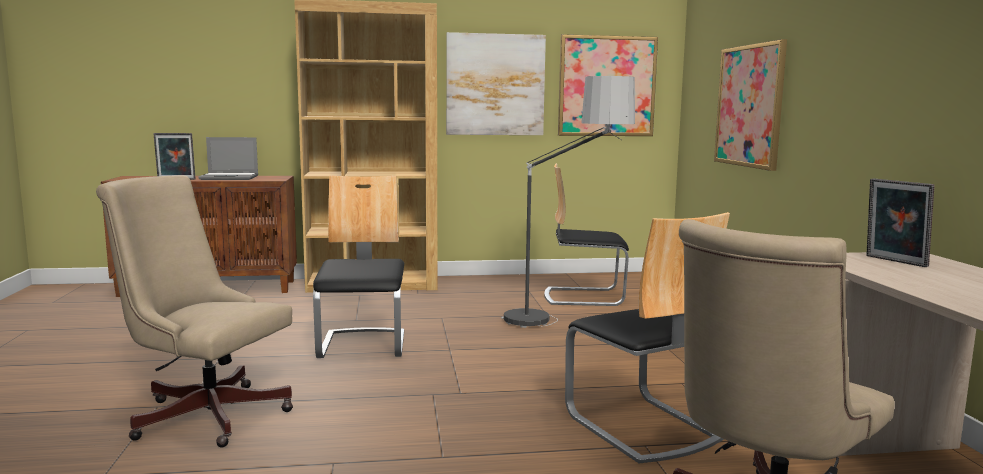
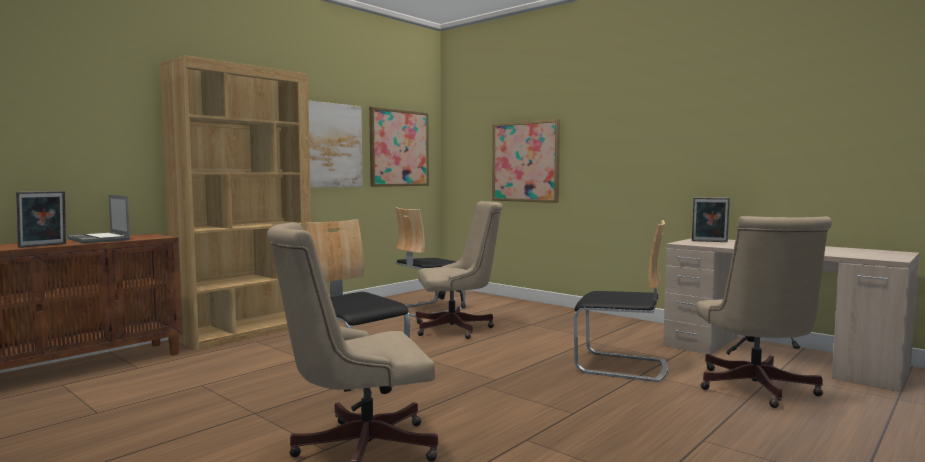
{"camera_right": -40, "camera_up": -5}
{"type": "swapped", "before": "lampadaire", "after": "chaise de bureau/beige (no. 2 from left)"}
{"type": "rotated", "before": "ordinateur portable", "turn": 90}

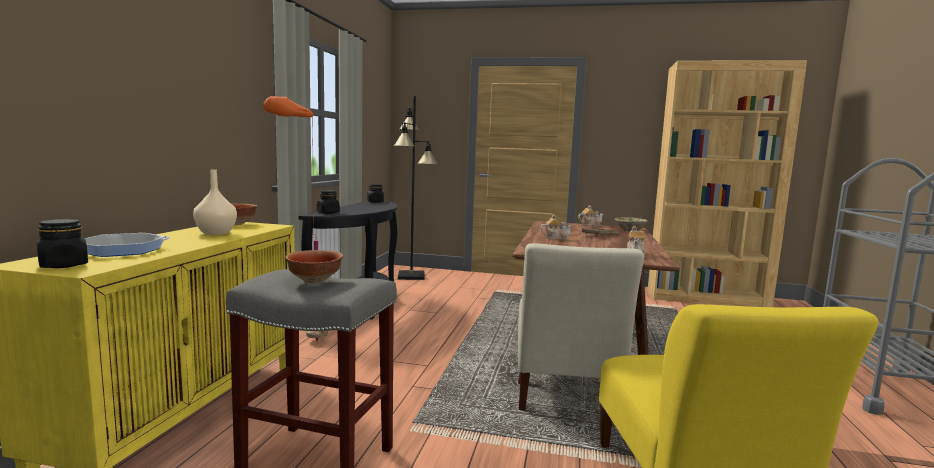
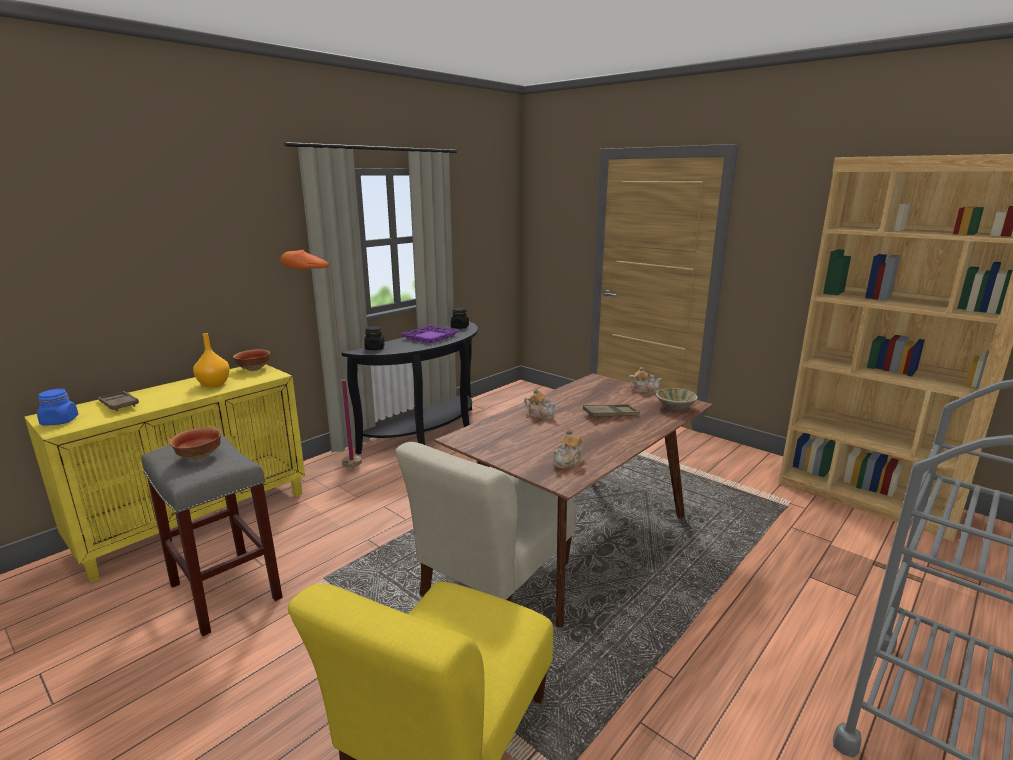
{"camera_right": 30, "camera_up": 10}
{"type": "gone", "before": "lampadaire/noir"}
{"type": "new", "after": "plateau/violet"}
{"type": "swapped", "before": "poêle", "after": "plateau/marron (no. 1 from left)"}
{"type": "repainted", "before": "bocal/noir (no. 1 from left)", "after": "bocal/bleu"}
{"type": "repainted", "before": "vase/beige", "after": "vase/orange"}

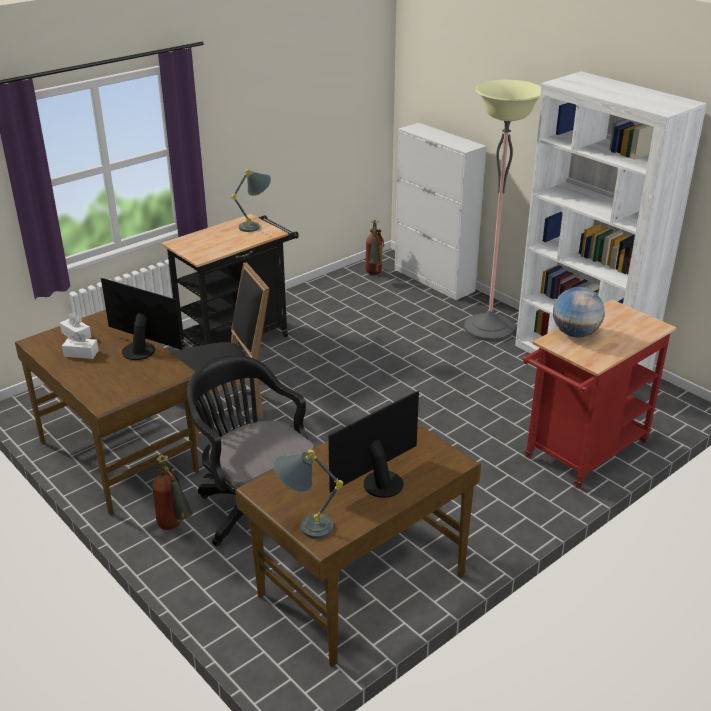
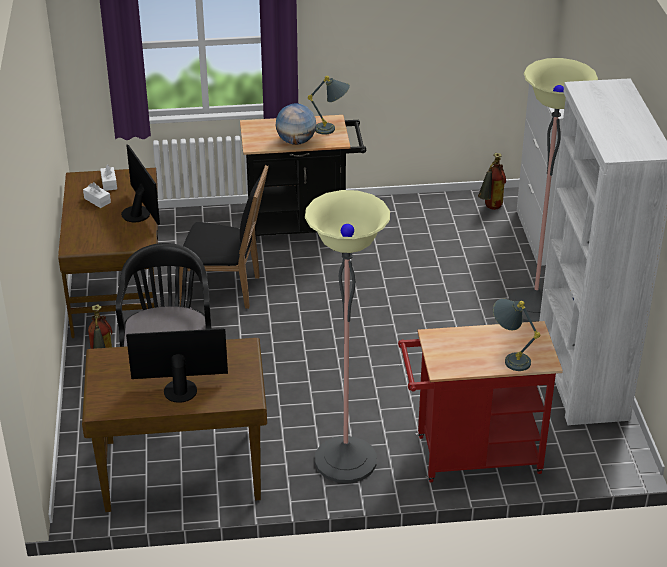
{"camera_right": 35, "camera_up": 5}
{"type": "new", "after": "lampadaire (no. 1 from left)"}
{"type": "shifted", "before": "lampe de table/gris (no. 2 from left)"}
{"type": "shifted", "before": "globe"}

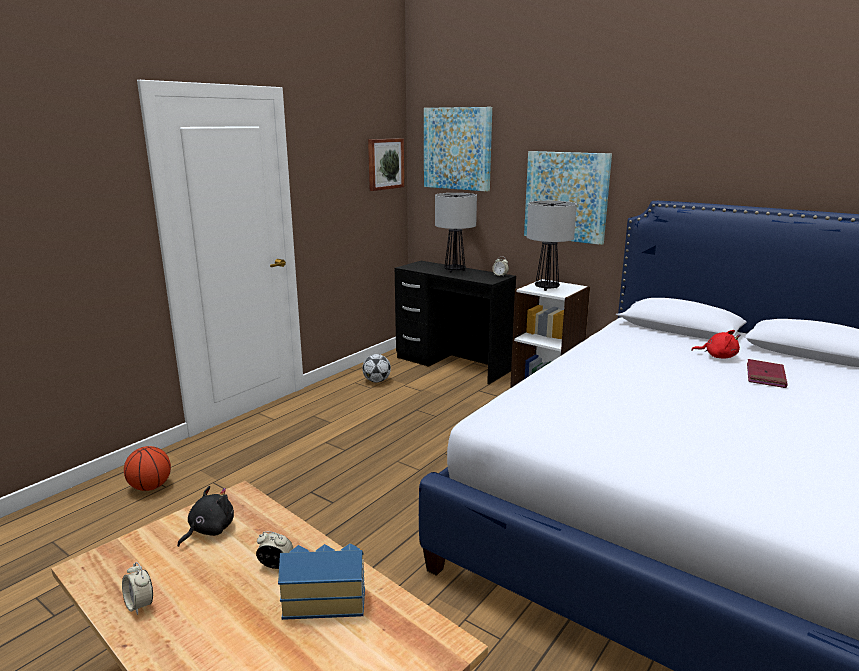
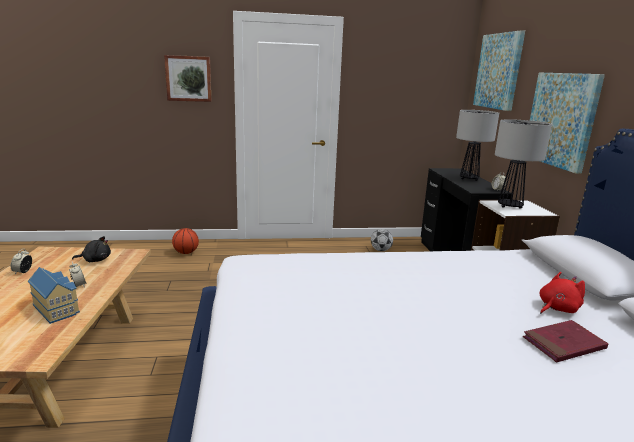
{"camera_right": 45, "camera_up": 0}
{"type": "shifted", "before": "tableau (no. 1 from left)"}
{"type": "rotated", "before": "peluche/rouge", "turn": -105}

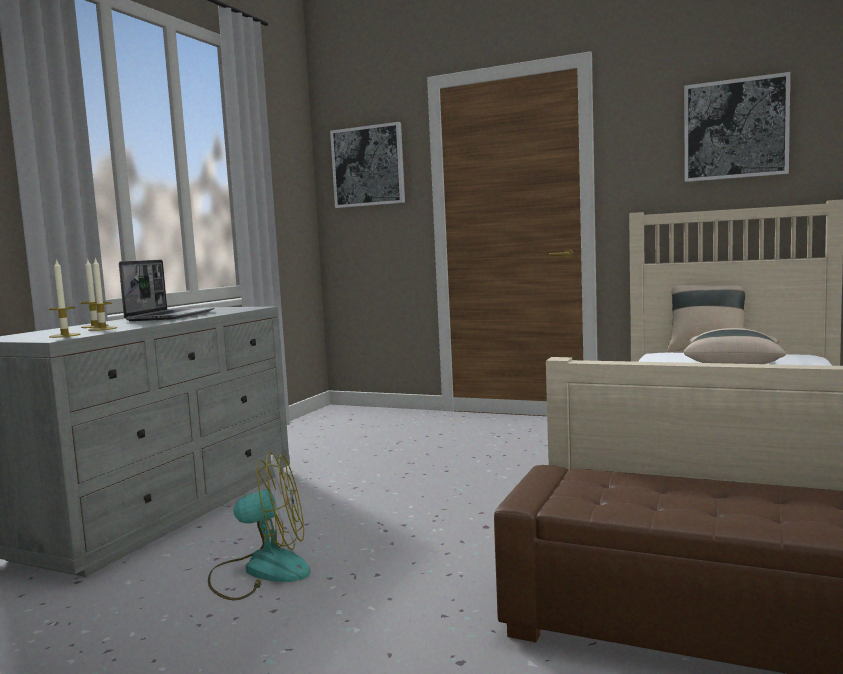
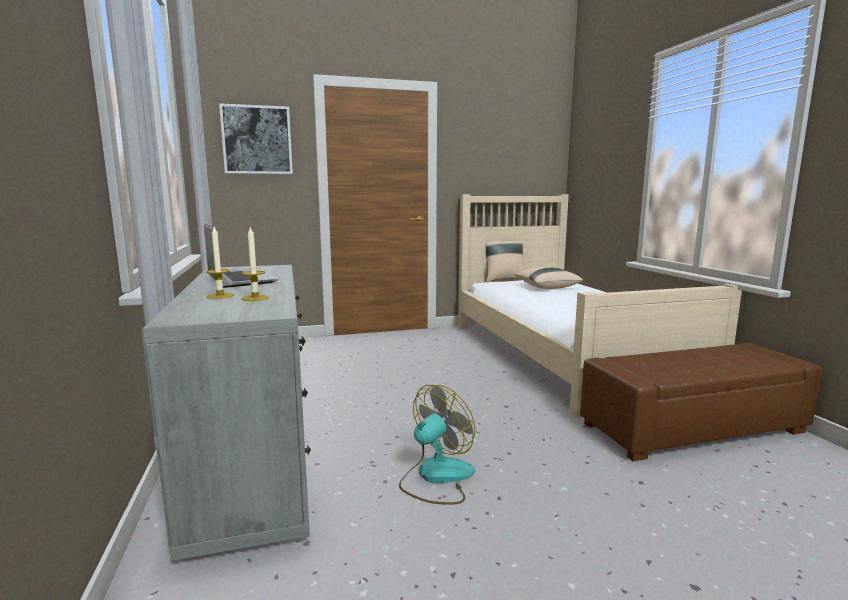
{"camera_right": -40, "camera_up": 5}
{"type": "gone", "before": "bougie (no. 1 from left)"}
{"type": "gone", "before": "tableau (no. 2 from left)"}

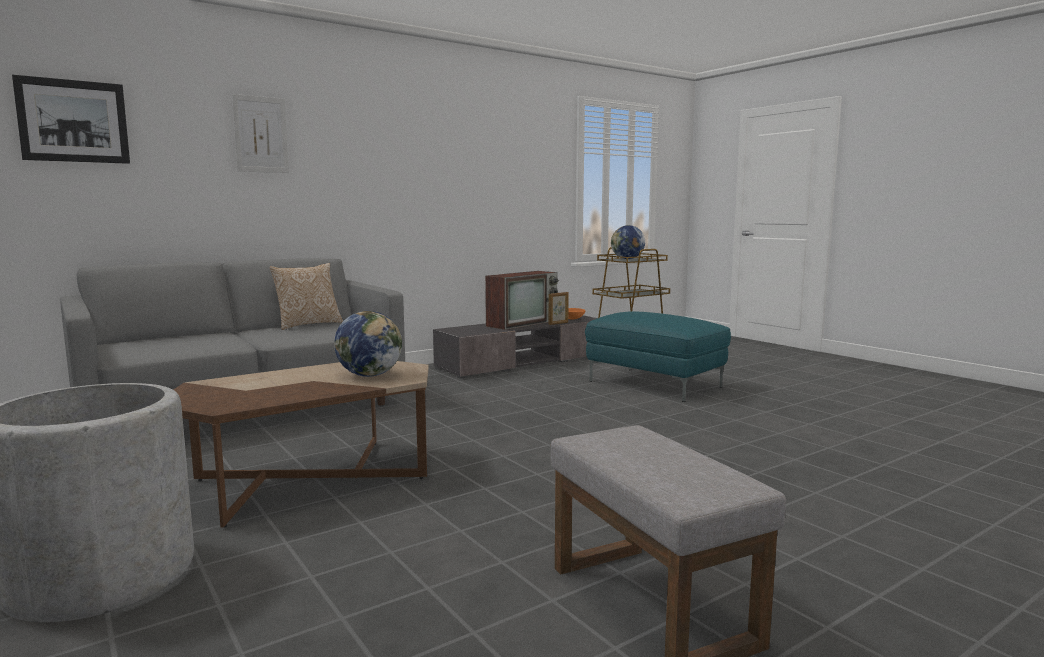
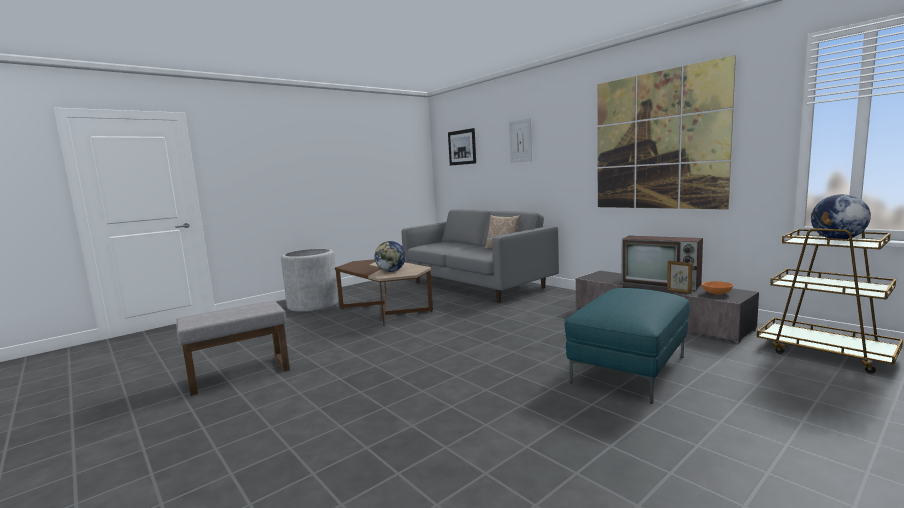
{"camera_right": 85, "camera_up": 0}
{"type": "new", "after": "tableau (no. 3 from left)"}

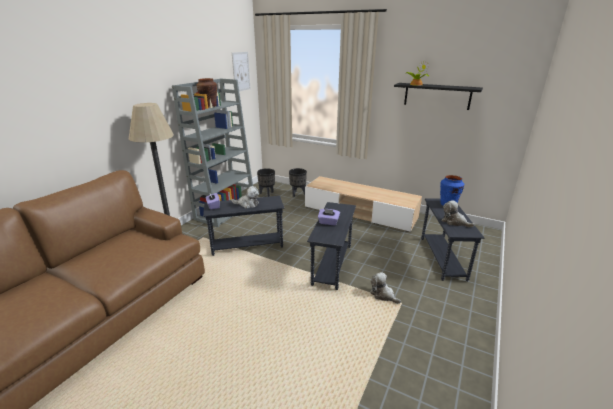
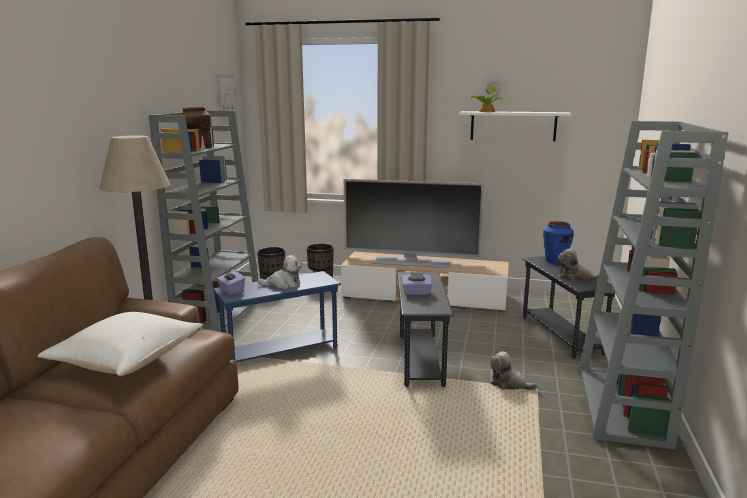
{"camera_right": -15, "camera_up": -10}
{"type": "new", "after": "coussin/blanc"}
{"type": "new", "after": "téléviseur"}
{"type": "new", "after": "bibliothèque/gris (no. 2 from left)"}
{"type": "repainted", "before": "table d'appoint/gris (no. 1 from left)", "after": "table d'appoint/bleu"}
{"type": "repainted", "before": "étagère/noir", "after": "étagère/blanc"}

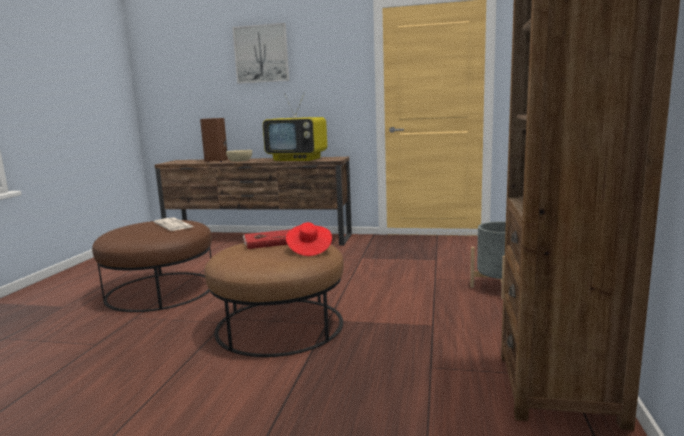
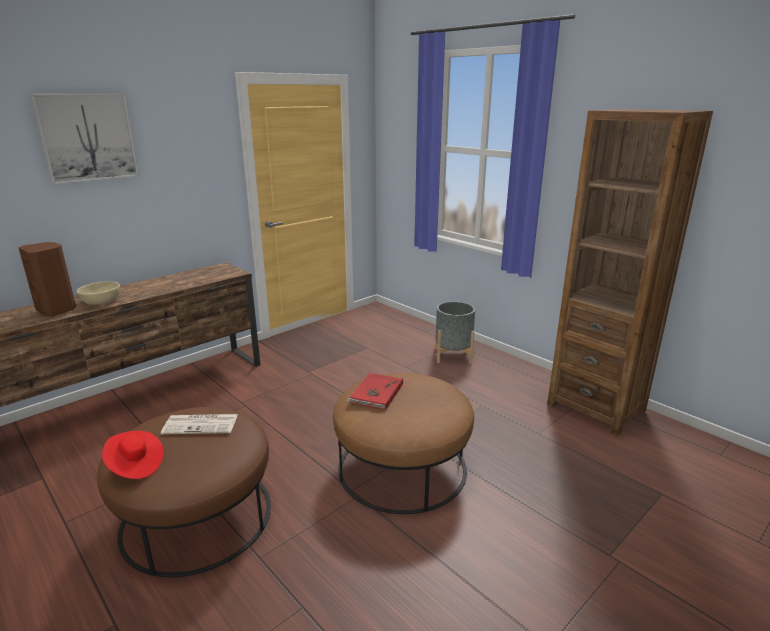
{"camera_right": -55, "camera_up": 10}
{"type": "gone", "before": "téléviseur"}
{"type": "shifted", "before": "chapeau/rouge"}

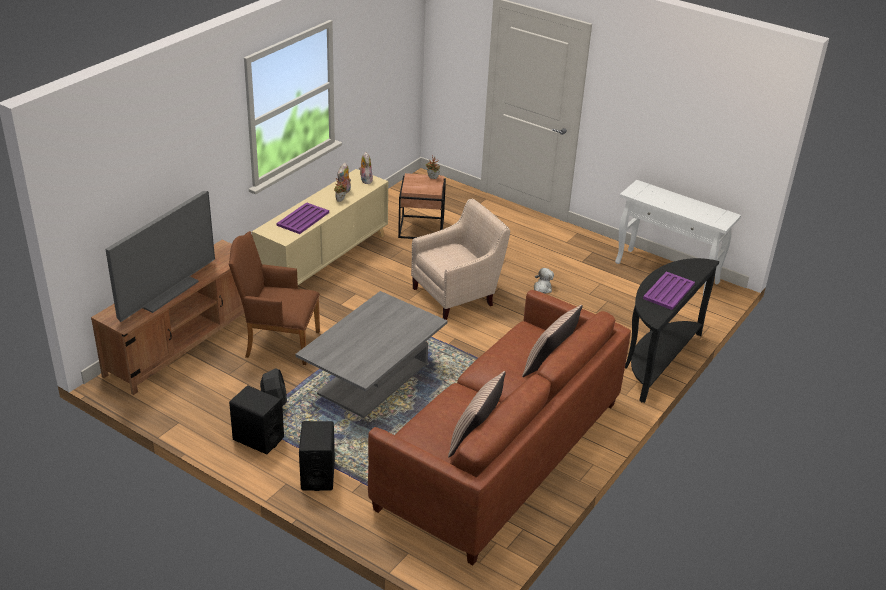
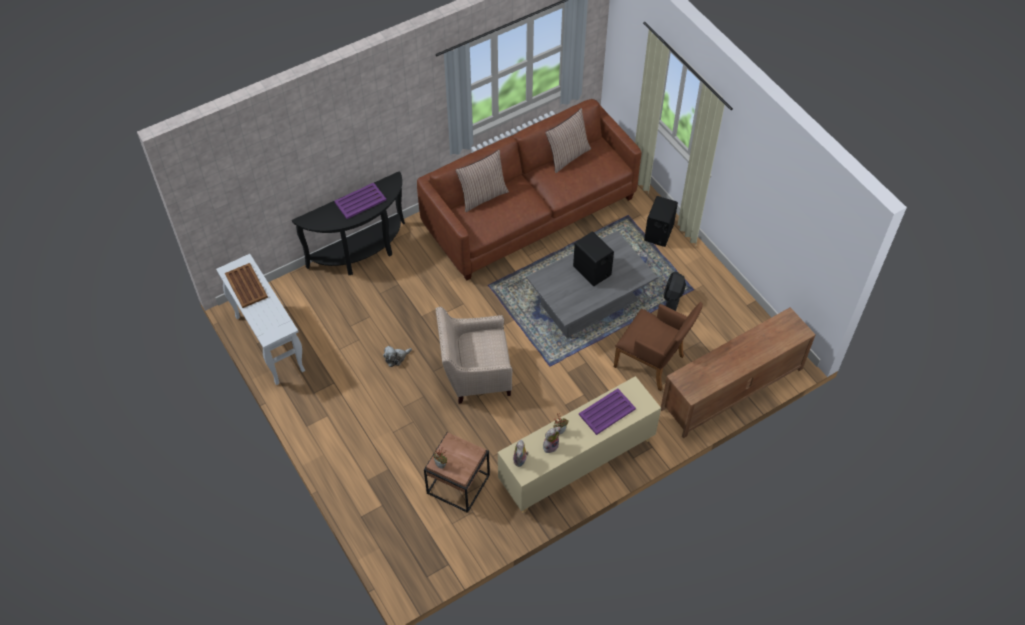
{"camera_right": -155, "camera_up": 20}
{"type": "gone", "before": "téléviseur"}
{"type": "new", "after": "plateau/marron"}
{"type": "shifted", "before": "enceinte/noir (no. 1 from left)"}

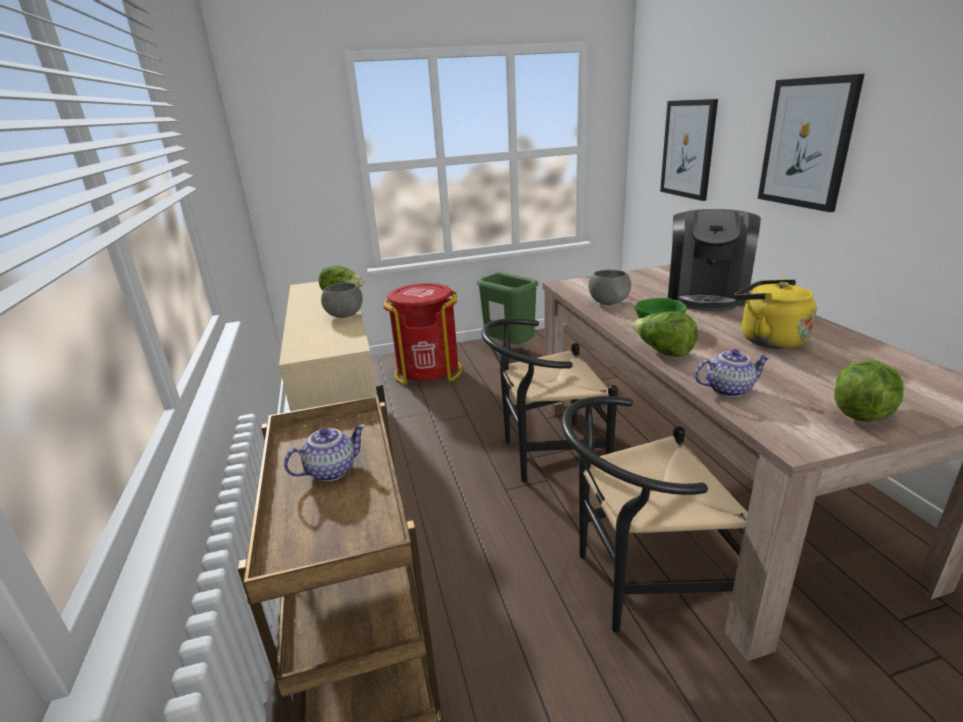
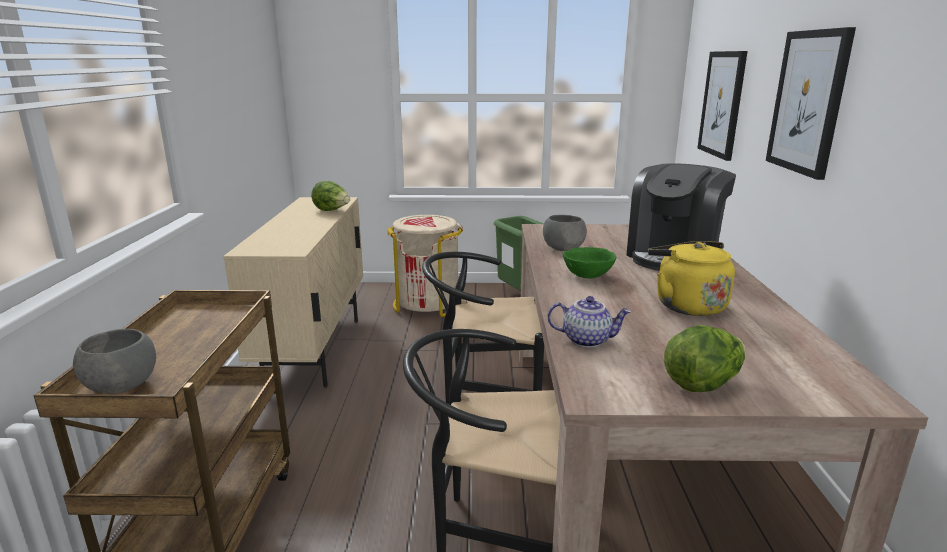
{"camera_right": 15, "camera_up": -5}
{"type": "gone", "before": "théière (no. 1 from left)"}
{"type": "gone", "before": "laitue (no. 2 from left)"}
{"type": "shifted", "before": "bol/gris (no. 1 from left)"}
{"type": "repainted", "before": "poubelle/rouge", "after": "poubelle/beige"}

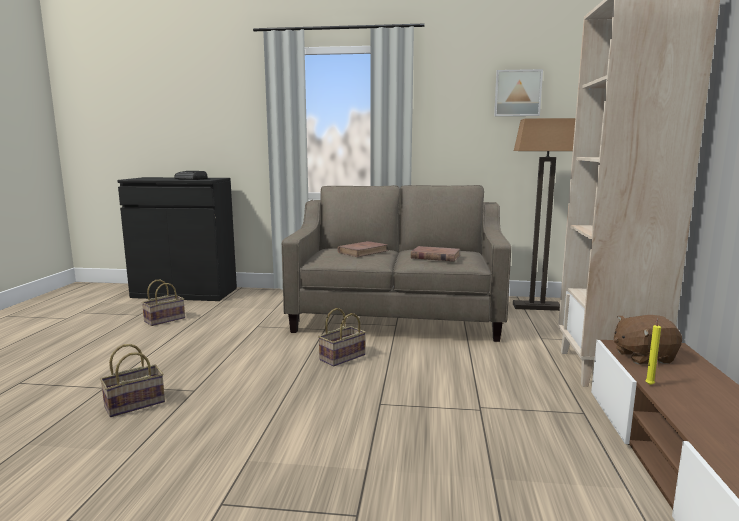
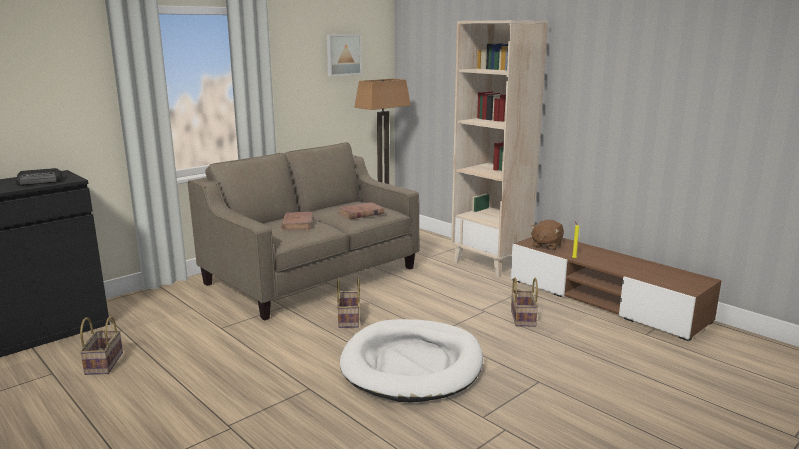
{"camera_right": -50, "camera_up": 5}
{"type": "new", "after": "panier pour chien/blanc"}
{"type": "shifted", "before": "panier (no. 1 from left in the first image)", "after": "panier (no. 3 from left)"}

